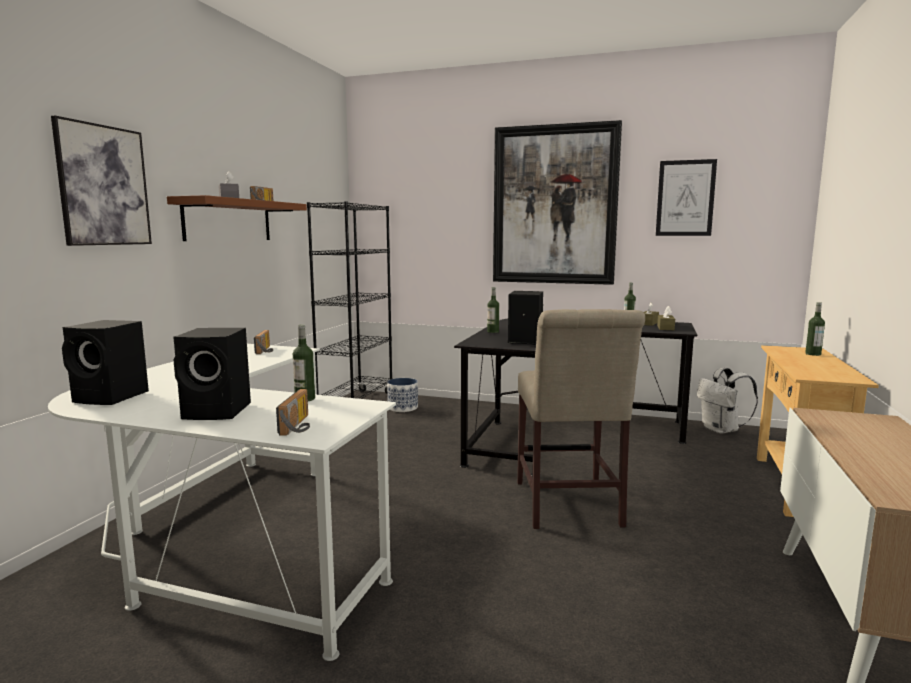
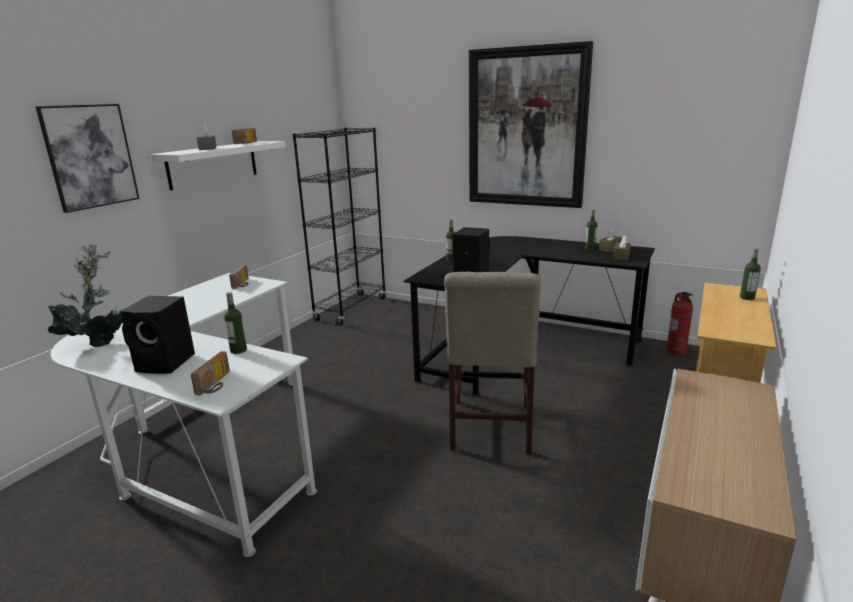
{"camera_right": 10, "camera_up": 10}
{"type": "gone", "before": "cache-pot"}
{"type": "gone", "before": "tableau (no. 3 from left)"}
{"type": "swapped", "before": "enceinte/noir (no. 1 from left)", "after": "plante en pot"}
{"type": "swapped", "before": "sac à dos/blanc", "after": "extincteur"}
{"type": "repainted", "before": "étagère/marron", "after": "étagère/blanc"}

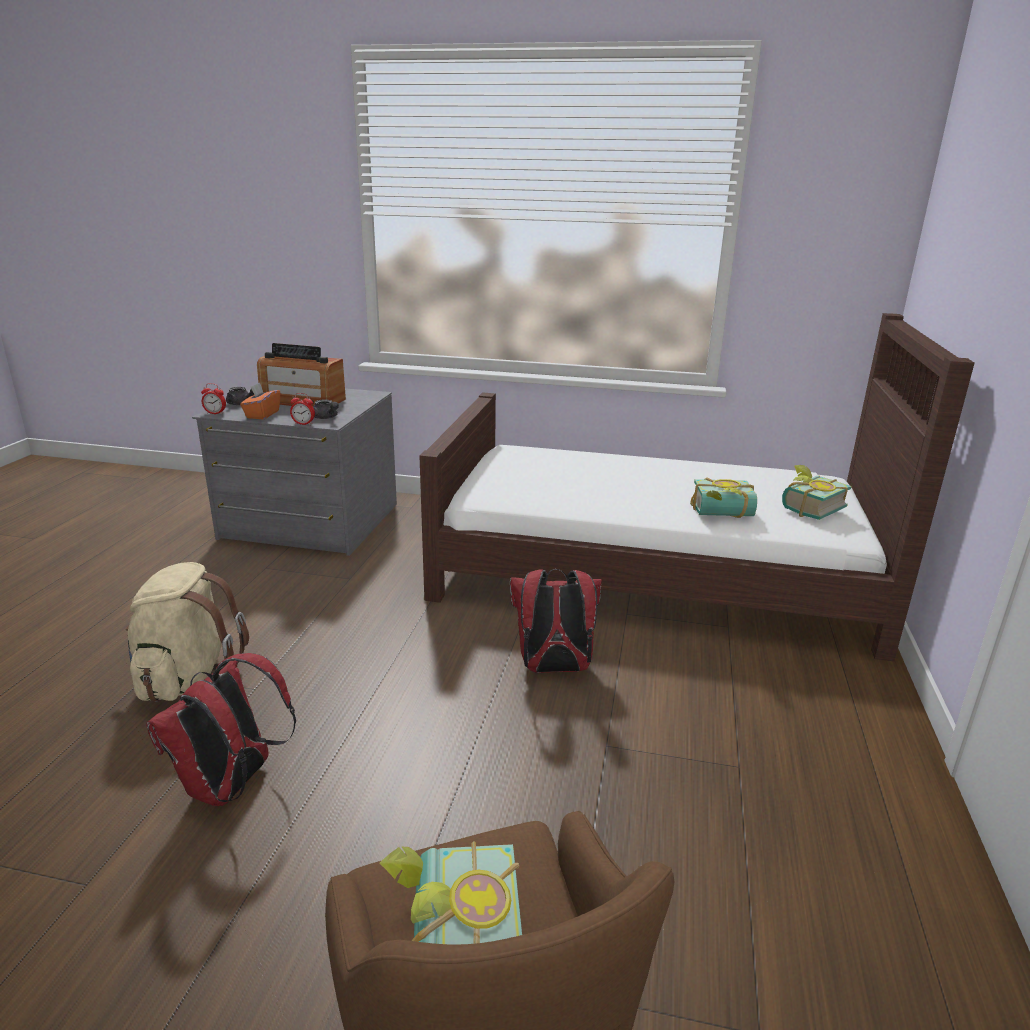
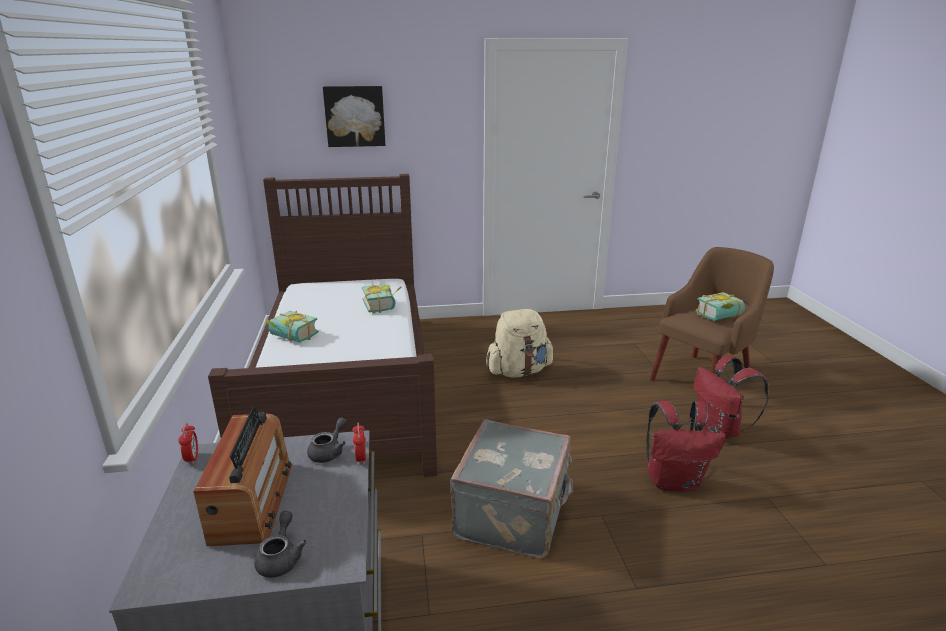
{"camera_right": -110, "camera_up": 0}
{"type": "gone", "before": "boîte à mouchoirs/orange"}
{"type": "new", "after": "tableau"}
{"type": "new", "after": "valise/gris"}
{"type": "shifted", "before": "sac à dos/beige"}
{"type": "shifted", "before": "réveil (no. 1 from left)"}
{"type": "shifted", "before": "sac à dos/rouge (no. 2 from left)"}
{"type": "shifted", "before": "livre (no. 3 from left in the first image)", "after": "livre (no. 1 from left)"}

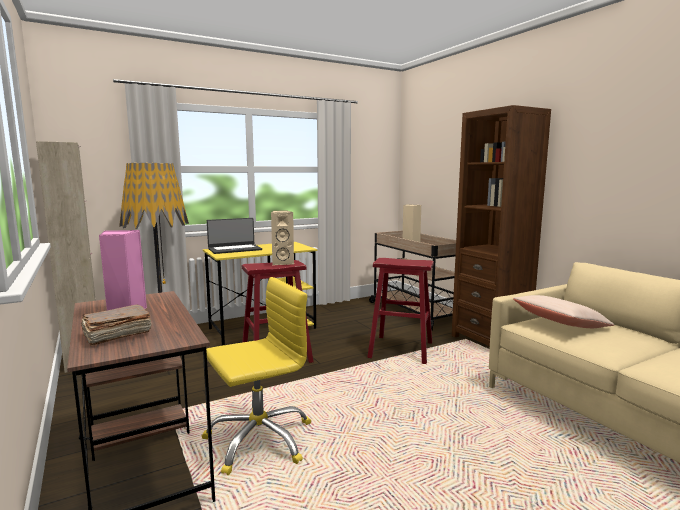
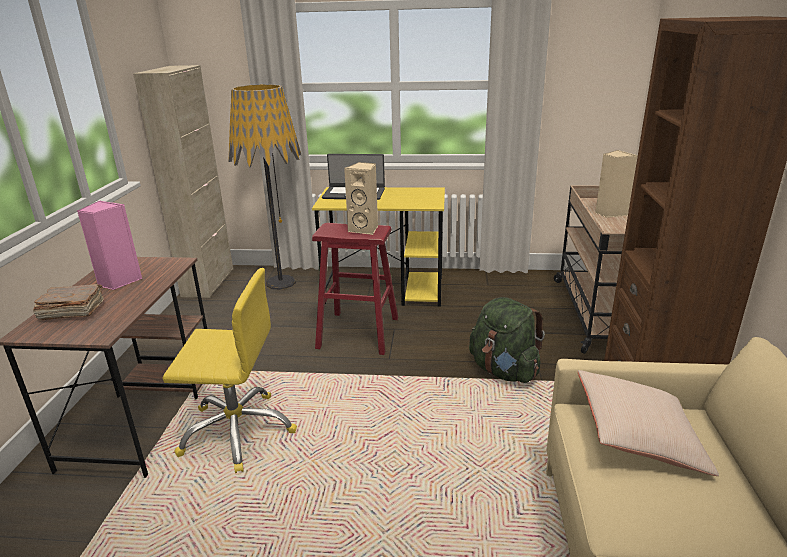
{"camera_right": 35, "camera_up": 15}
{"type": "swapped", "before": "tabouret/rouge (no. 2 from left)", "after": "sac à dos/vert"}

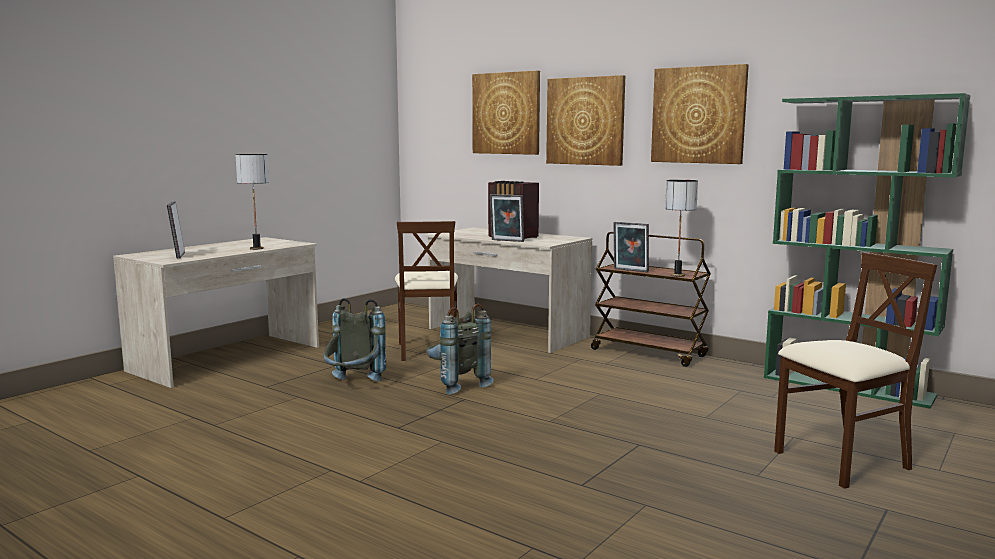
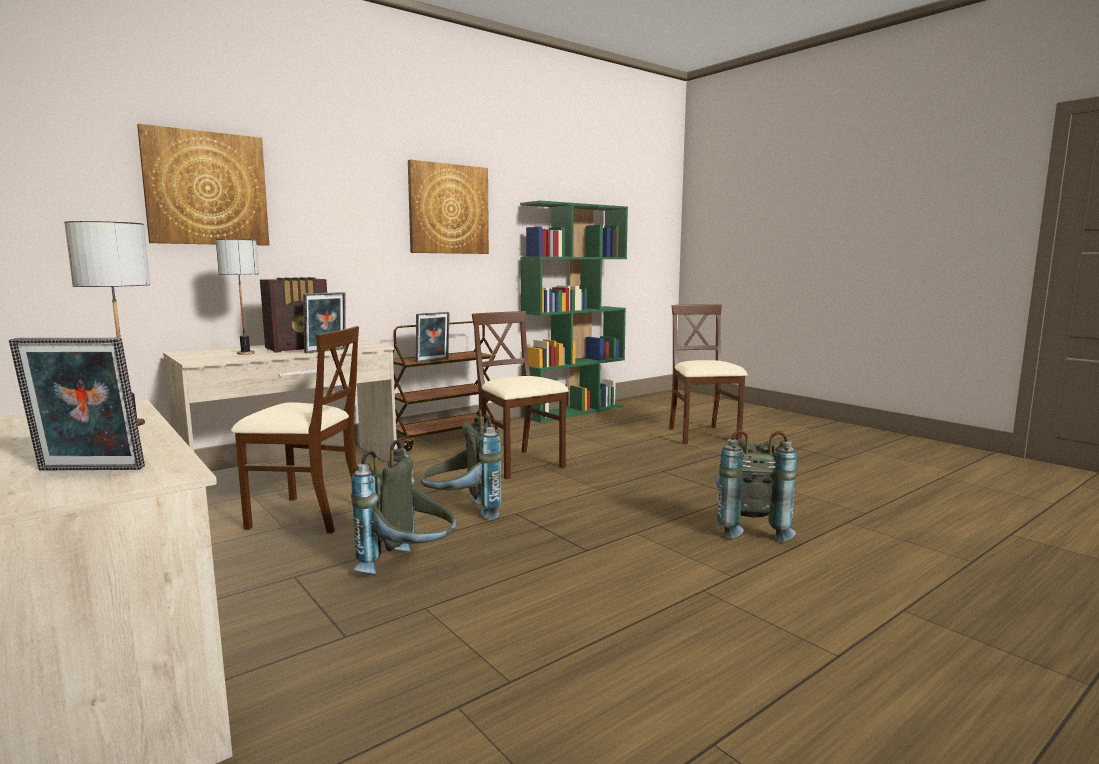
{"camera_right": -75, "camera_up": 0}
{"type": "gone", "before": "tableau (no. 2 from left)"}
{"type": "new", "after": "chaise/beige (no. 2 from left)"}
{"type": "new", "after": "sac à dos/gris (no. 3 from left)"}
{"type": "shifted", "before": "lampe de table (no. 2 from left)"}

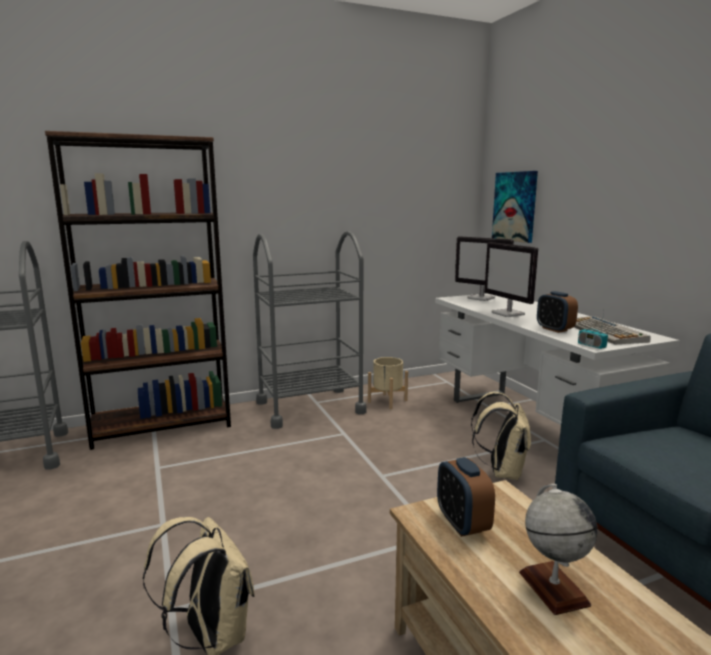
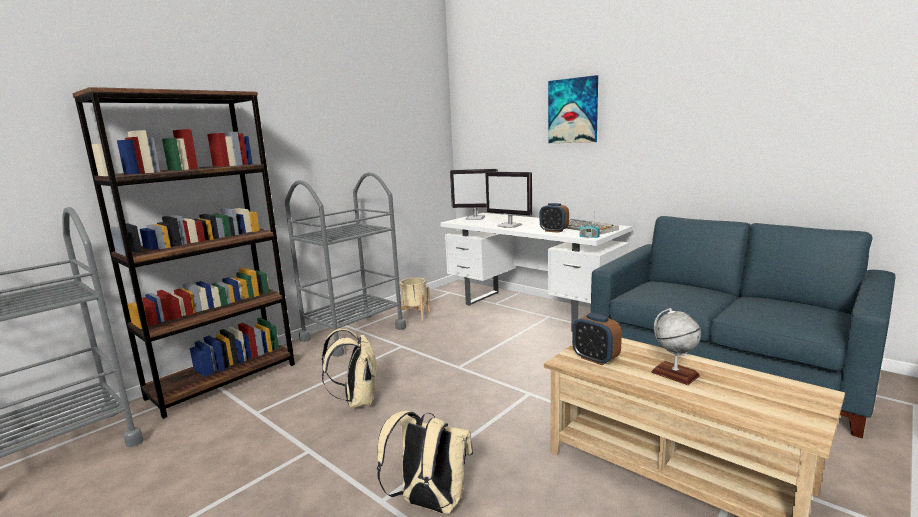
{"camera_right": -25, "camera_up": 0}
{"type": "shifted", "before": "sac à dos/beige (no. 2 from left in the first image)", "after": "sac à dos/beige (no. 1 from left)"}
{"type": "shifted", "before": "tableau"}

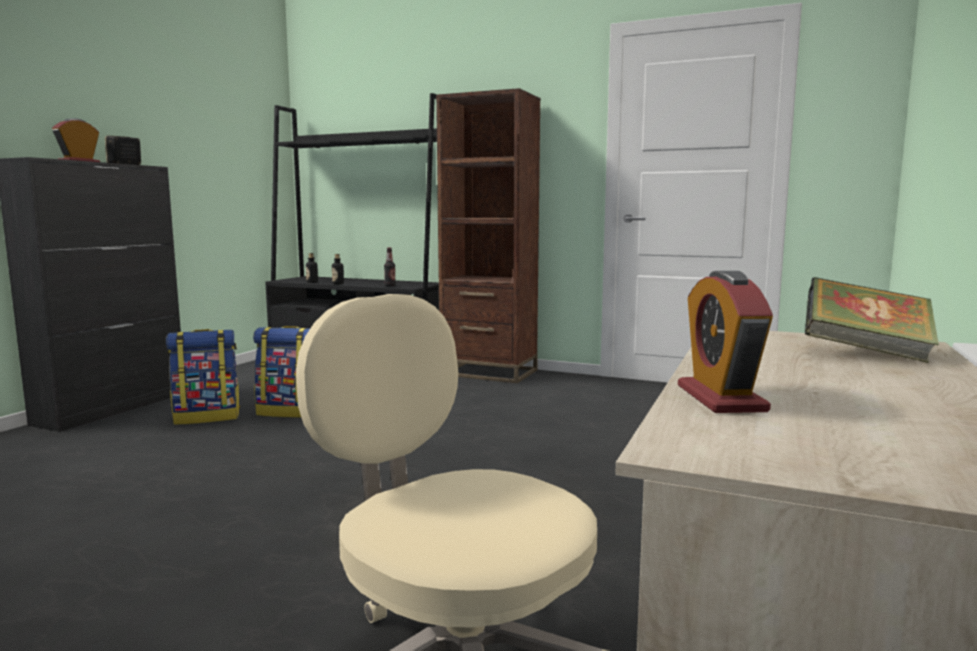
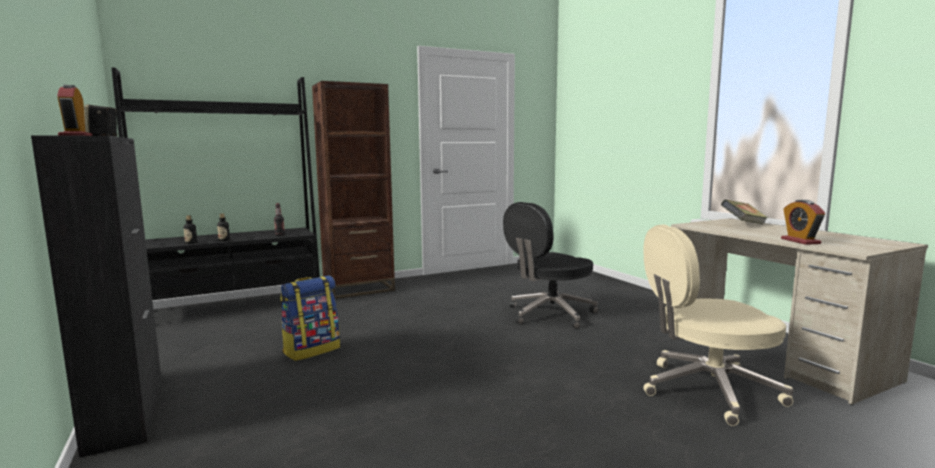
{"camera_right": -50, "camera_up": 0}
{"type": "gone", "before": "sac à dos (no. 1 from left)"}
{"type": "new", "after": "chaise de bureau/noir"}
{"type": "rotated", "before": "réveil (no. 2 from left)", "turn": 45}

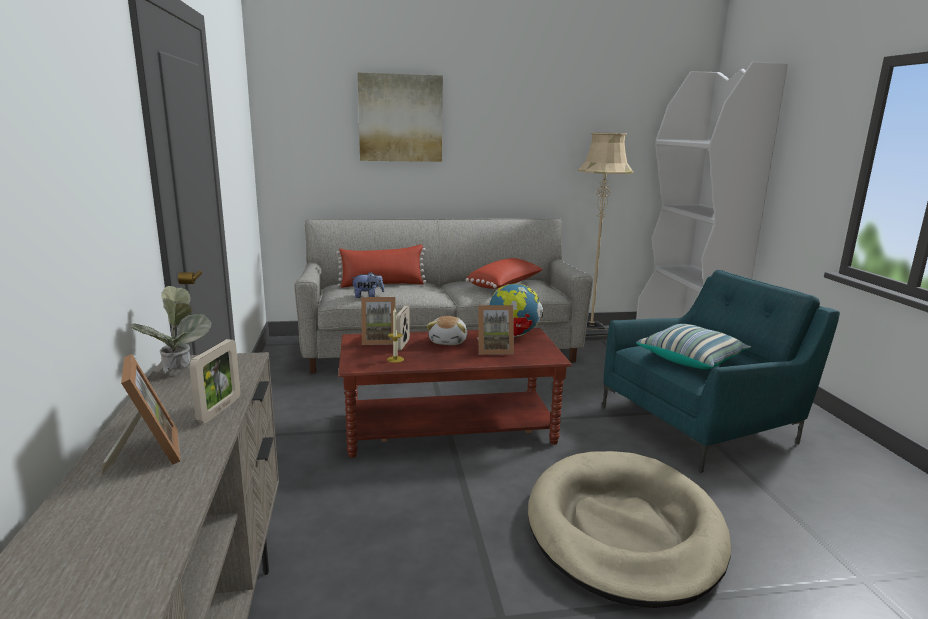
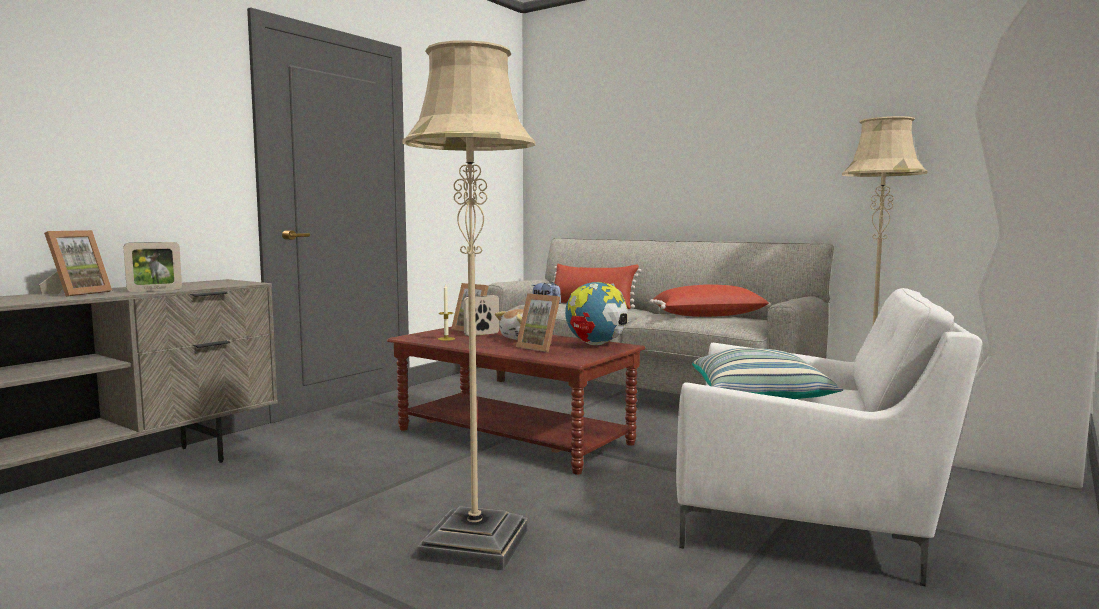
{"camera_right": 45, "camera_up": -10}
{"type": "gone", "before": "plante en pot"}
{"type": "gone", "before": "tableau"}
{"type": "swapped", "before": "panier pour chien/beige", "after": "lampadaire/beige (no. 1 from left)"}
{"type": "repainted", "before": "fauteuil/turquoise", "after": "fauteuil/blanc"}

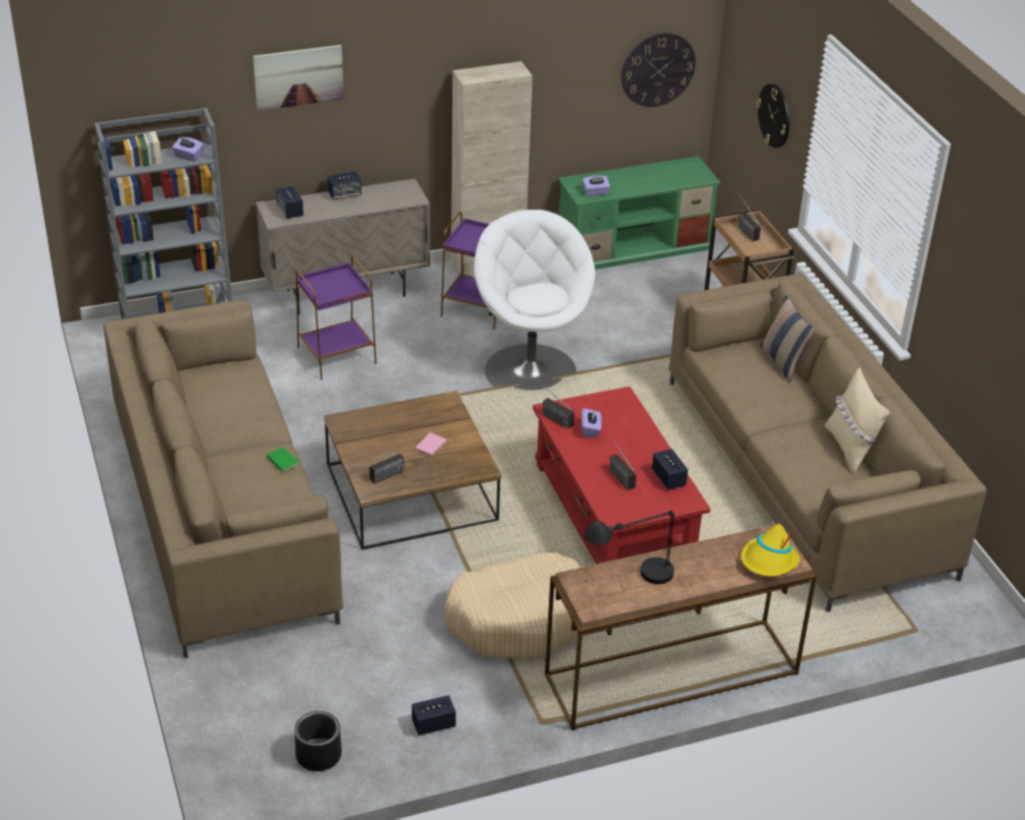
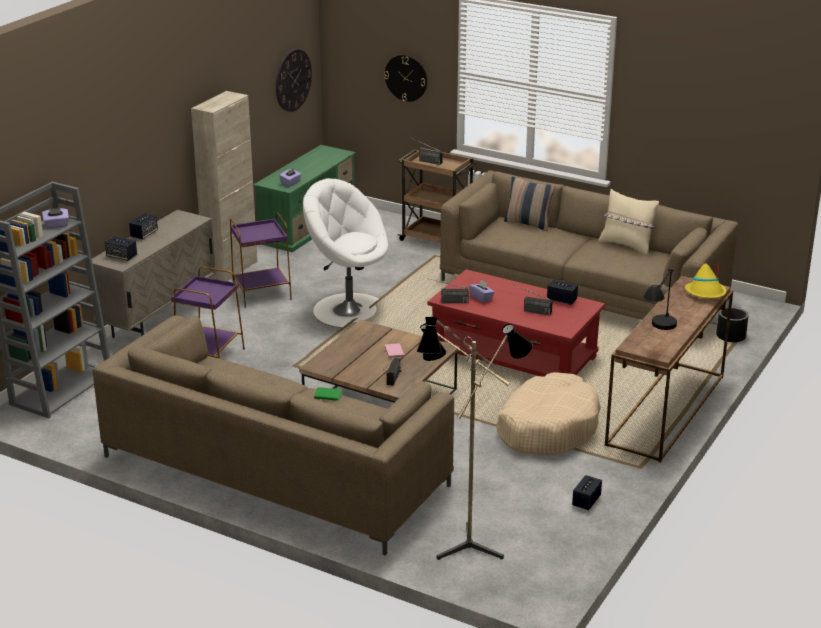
{"camera_right": -40, "camera_up": -10}
{"type": "gone", "before": "tableau"}
{"type": "new", "after": "lampadaire"}
{"type": "shifted", "before": "cache-pot/noir"}

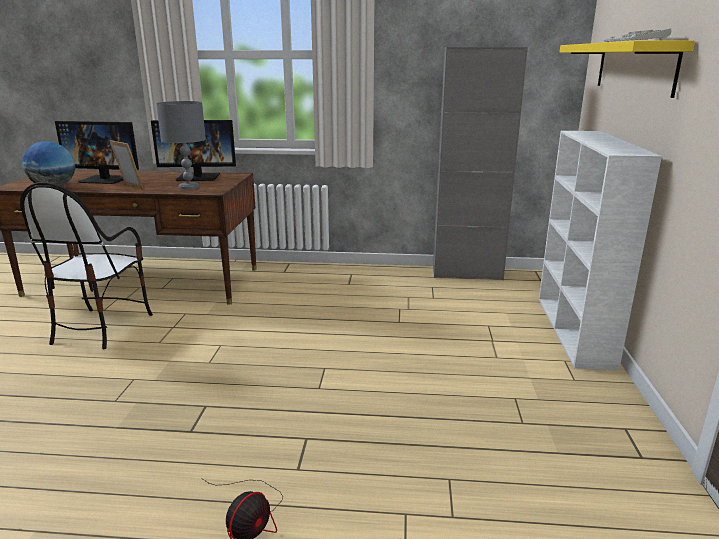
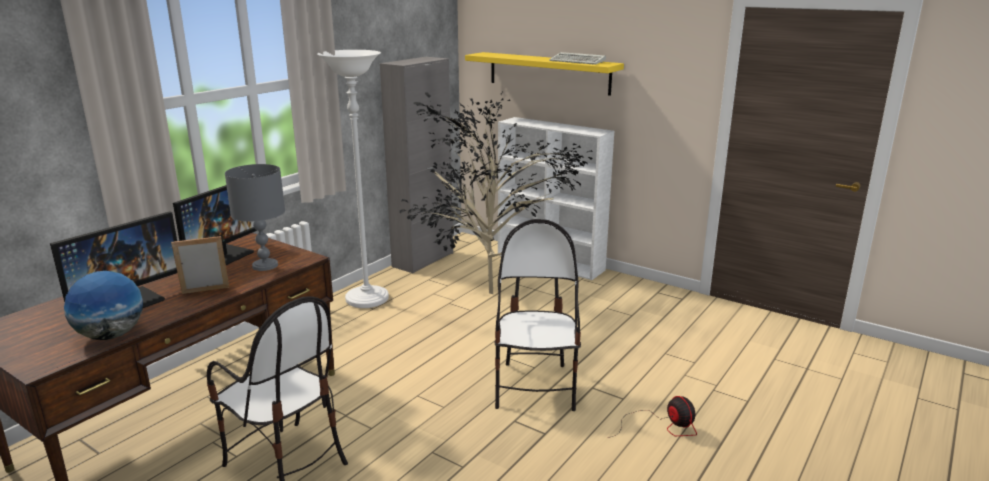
{"camera_right": -60, "camera_up": 0}
{"type": "new", "after": "lampadaire/blanc"}
{"type": "new", "after": "plante en pot"}
{"type": "new", "after": "chaise (no. 2 from left)"}

